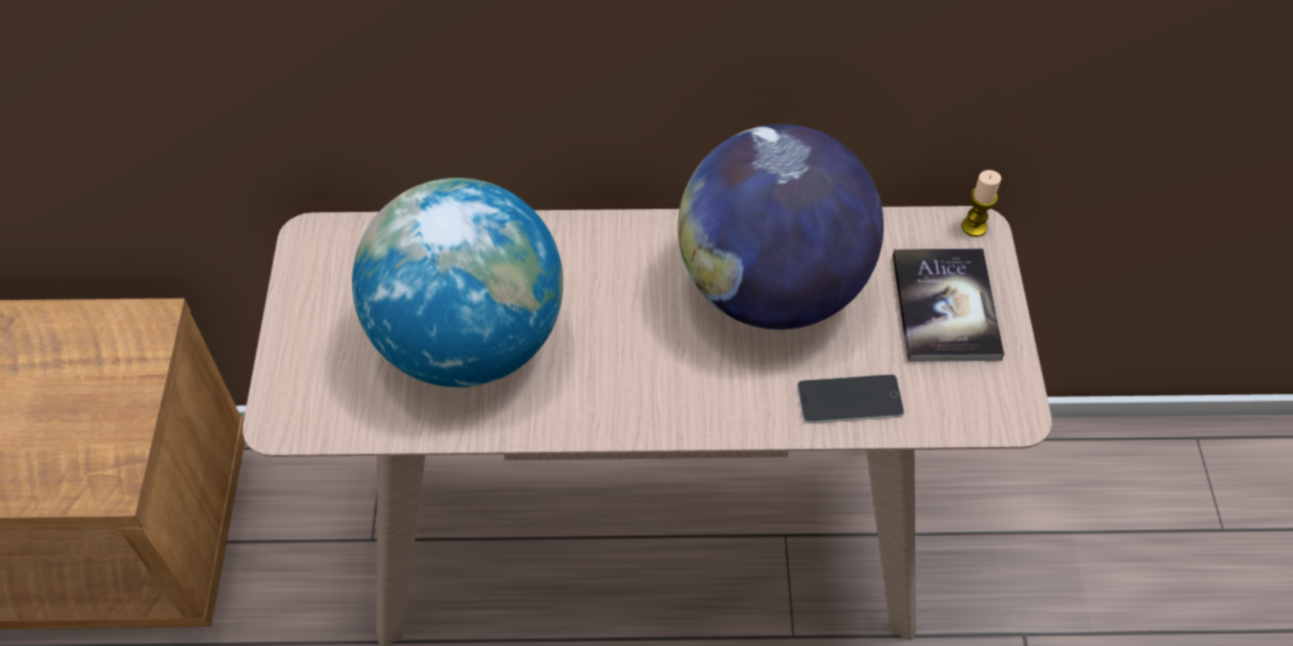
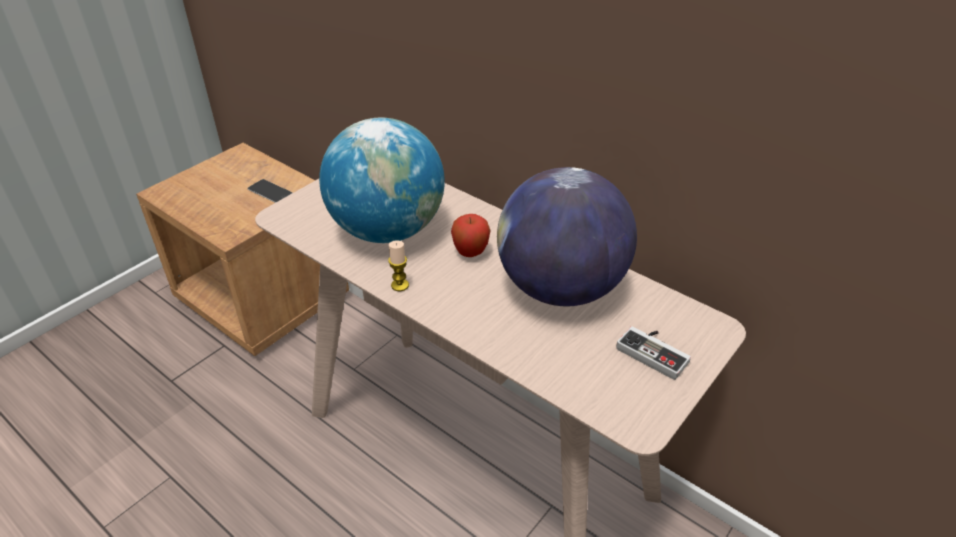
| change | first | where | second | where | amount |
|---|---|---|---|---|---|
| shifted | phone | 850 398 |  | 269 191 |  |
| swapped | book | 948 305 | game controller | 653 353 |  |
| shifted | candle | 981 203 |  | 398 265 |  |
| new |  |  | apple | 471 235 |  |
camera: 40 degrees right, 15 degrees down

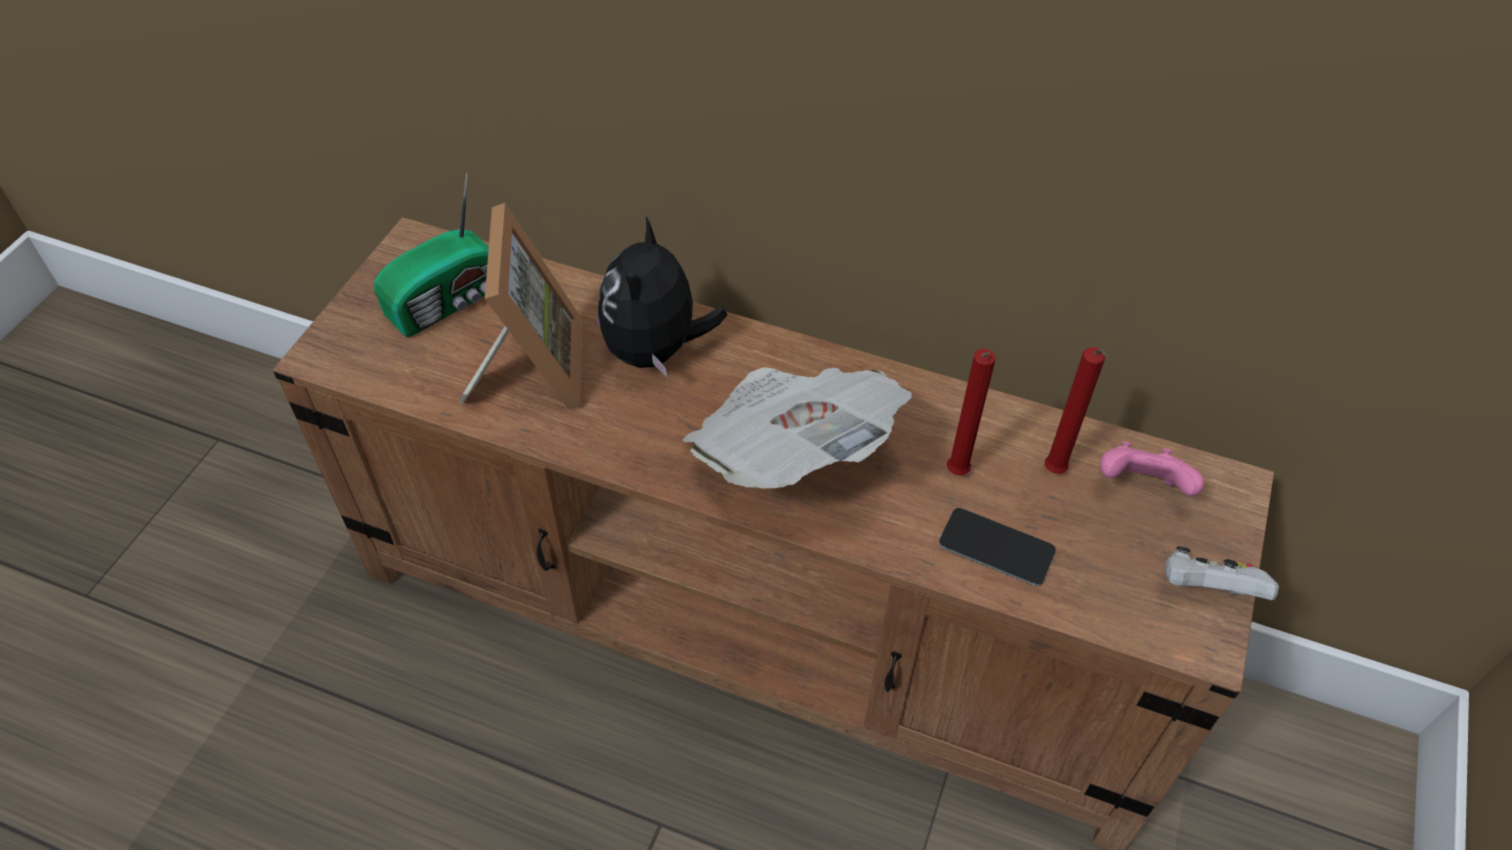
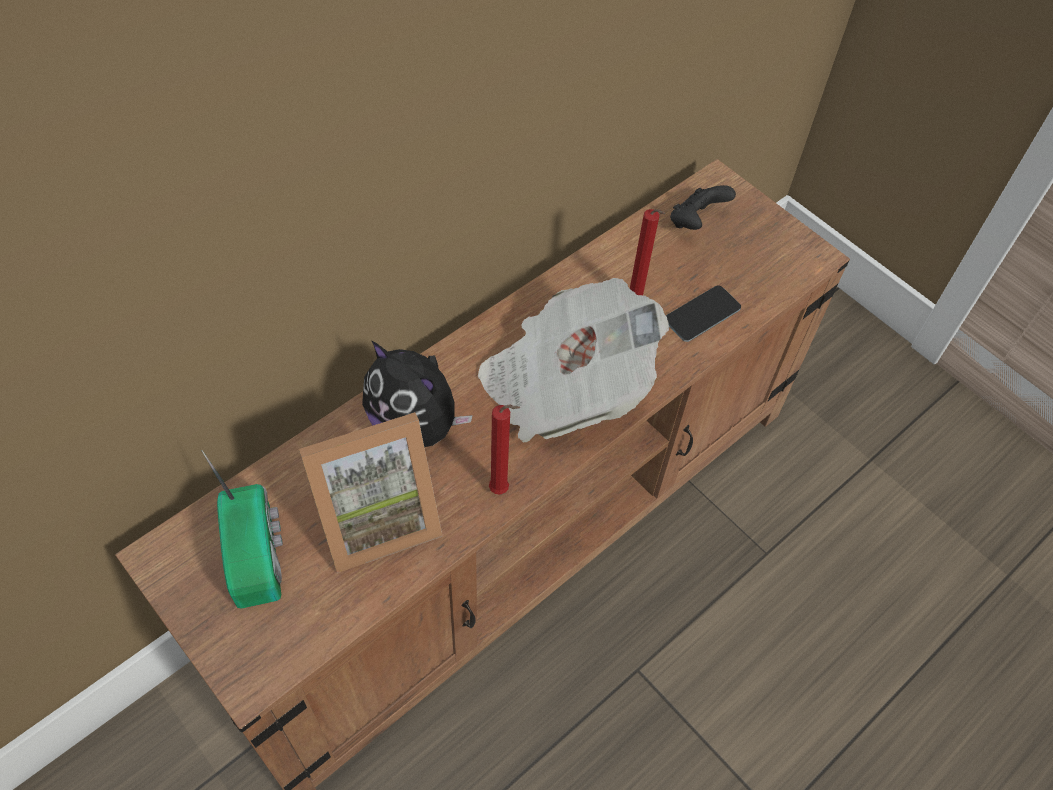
| change | first | where | second | where | amount |
|---|---|---|---|---|---|
| rotated | picture frame | 520 306 |  | 370 492 | 135 degrees clockwise |
| shifted | red candle | 1076 410 |  | 504 449 |  |
| repainted | pink game controller | 1152 468 | black game controller | 703 207 |  |
| gone | white game controller | 1222 573 |  |  |  |
camera: 65 degrees left, 5 degrees up

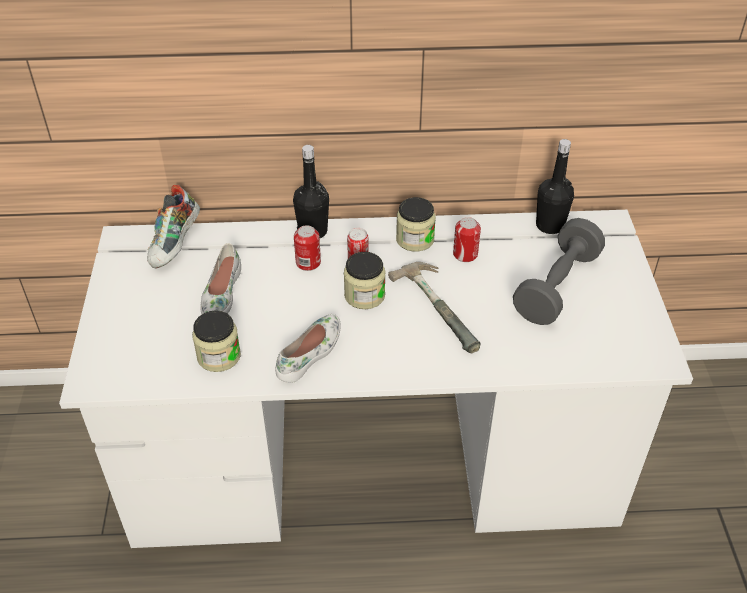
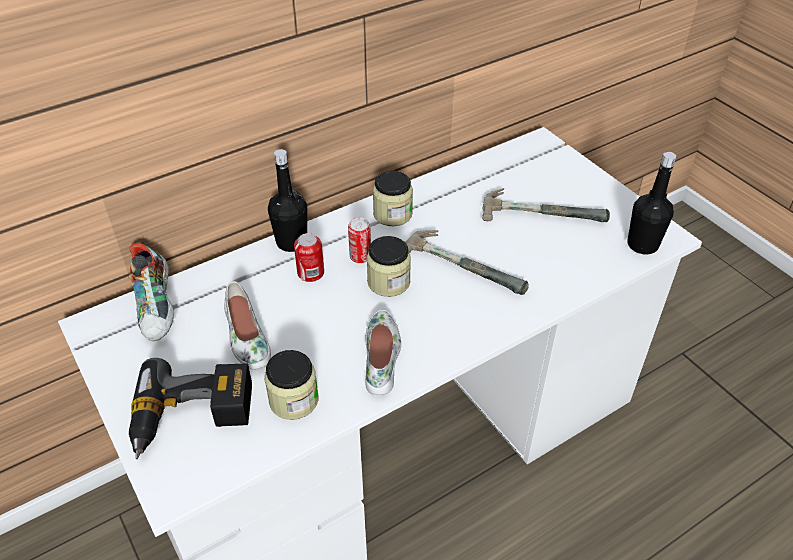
| change | first | where | second | where | amount |
|---|---|---|---|---|---|
| gone | can | 467 239 |  |  |  |
| swapped | grey dumbbell | 559 271 | hammer | 546 205 |  |
| shifted | black bottle | 555 186 |  | 651 203 |  |
| new |  |  | power drill | 190 408 |  |
camera: 30 degrees left, 0 degrees up

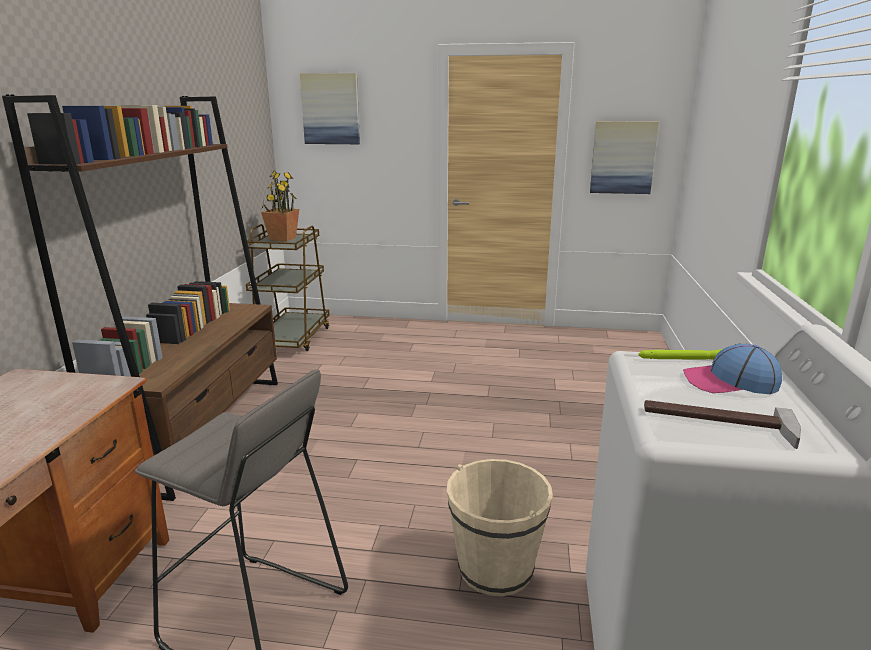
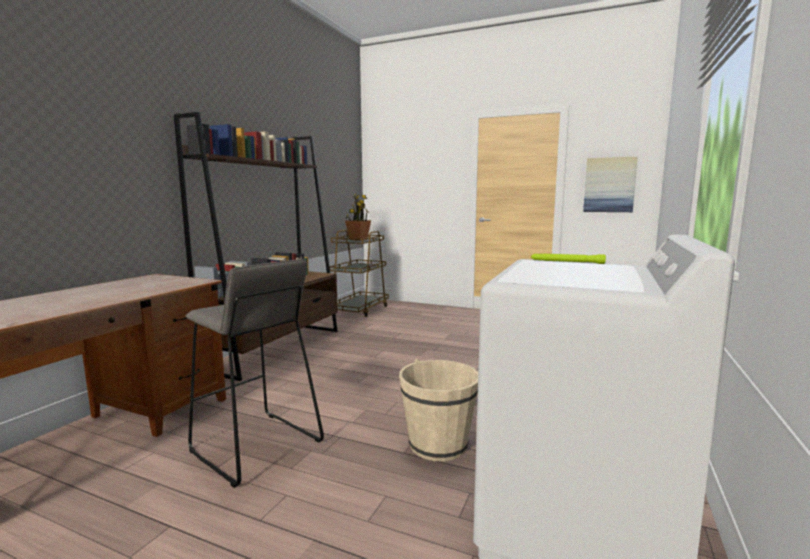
| change | first | where | second | where | amount |
|---|---|---|---|---|---|
| gone | picture | 330 108 |  |  |  |
| gone | hammer | 722 424 |  |  |  |
| gone | cap | 732 368 |  |  |  |
camera: 15 degrees right, 10 degrees down

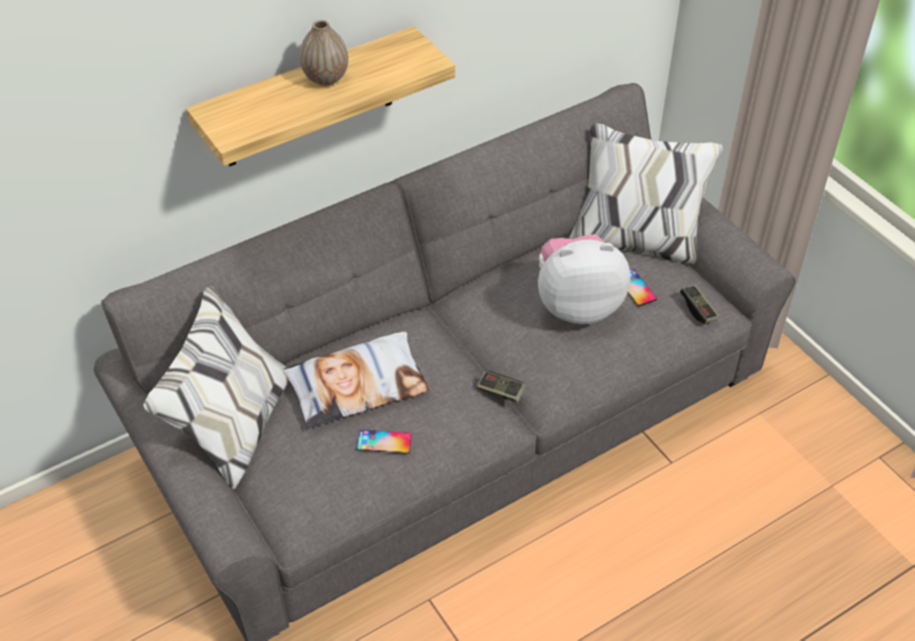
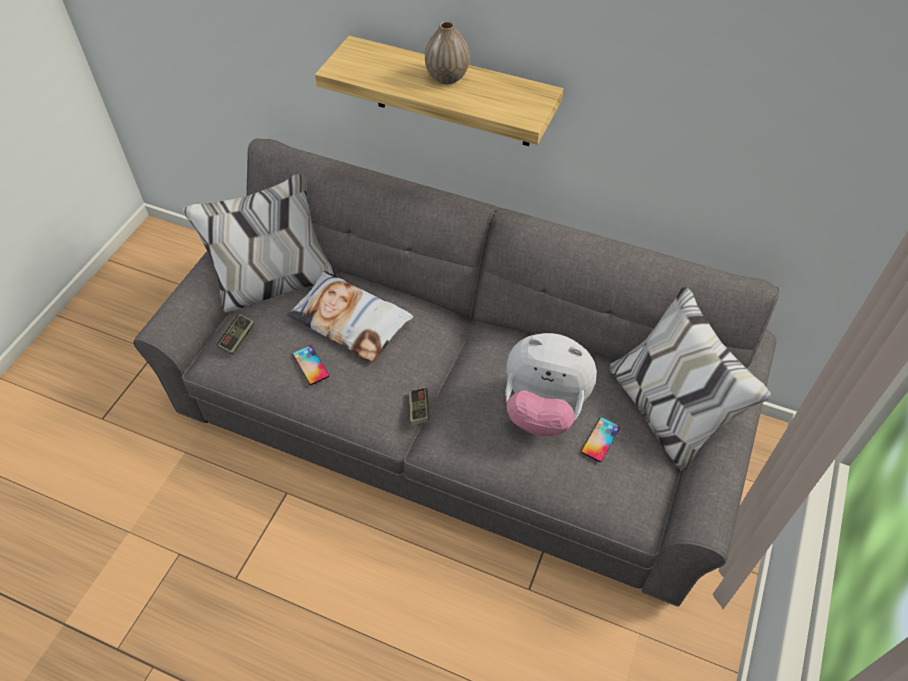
| change | first | where | second | where | amount |
|---|---|---|---|---|---|
| rotated | plush toy | 584 279 |  | 551 384 | 150 degrees clockwise |
| shifted | game controller | 700 304 |  | 235 334 |  |
camera: 55 degrees right, 5 degrees up

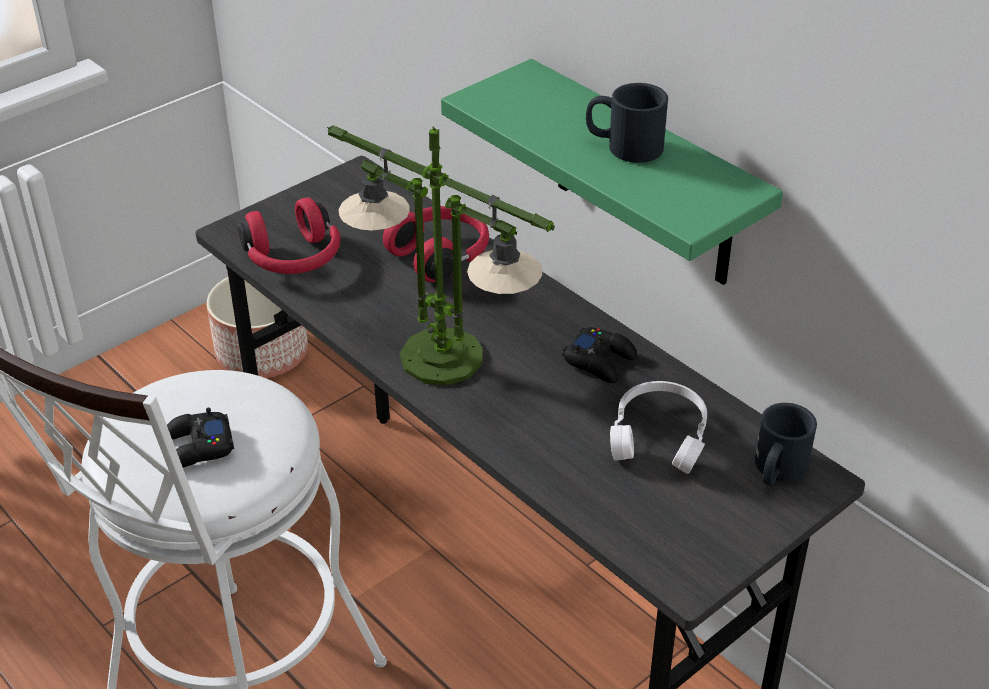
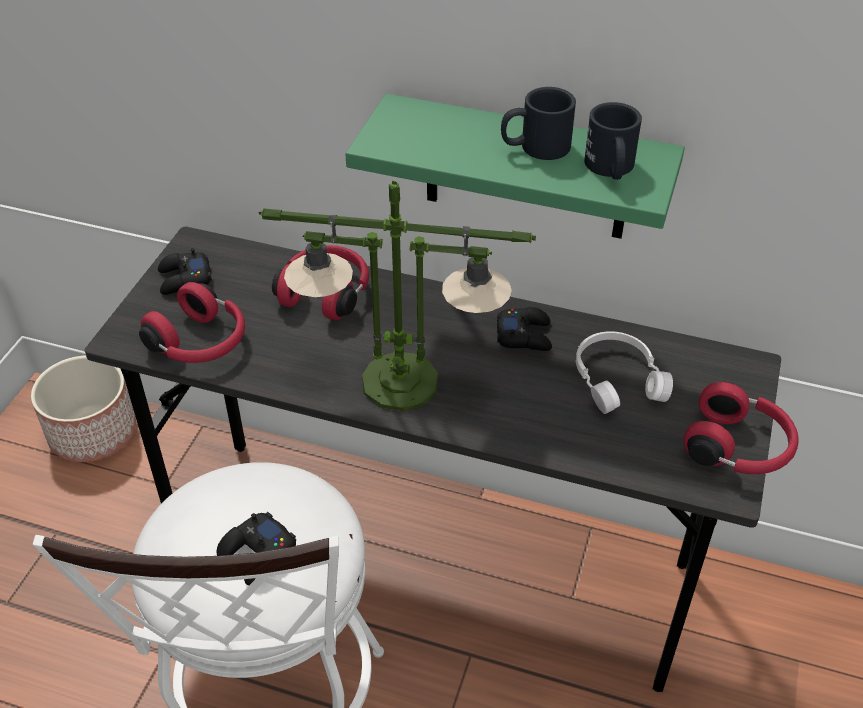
| change | first | where | second | where | amount |
|---|---|---|---|---|---|
| shifted | black mug | 786 444 |  | 613 141 |  |
| new |  |  | black game controller | 185 271 |  |
| new |  |  | red headphones | 740 428 |  |
camera: 30 degrees left, 5 degrees up

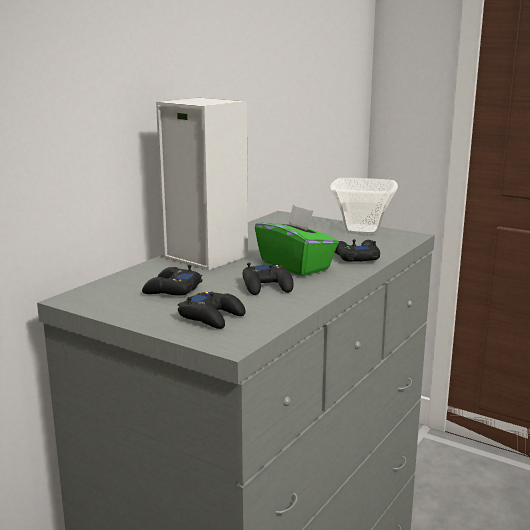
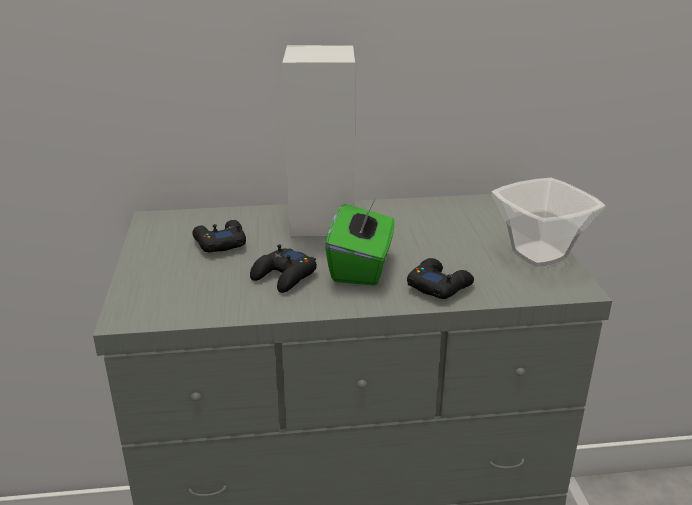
| change | first | where | second | where | amount |
|---|---|---|---|---|---|
| gone | black game controller | 212 310 |  |  |  |
camera: 50 degrees right, 10 degrees up

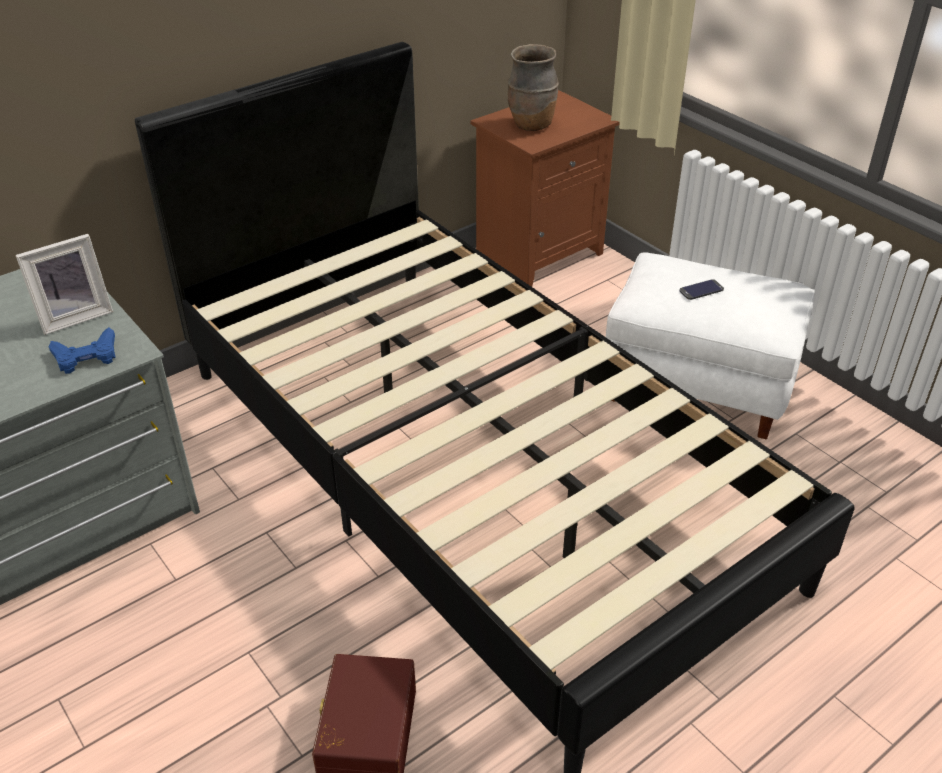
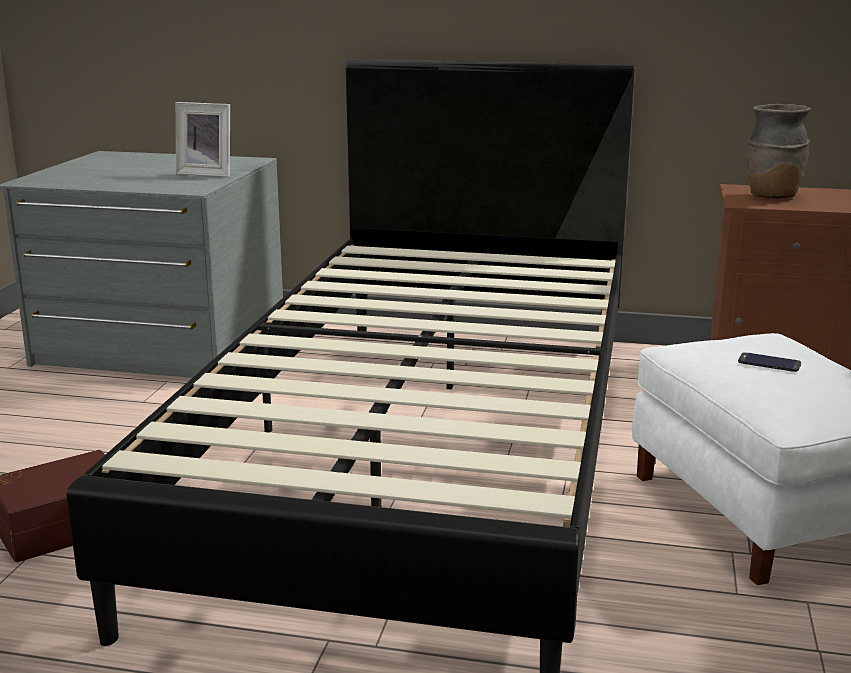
| change | first | where | second | where | amount |
|---|---|---|---|---|---|
| gone | blue game controller | 82 350 |  |  |  |
camera: 50 degrees right, 20 degrees down

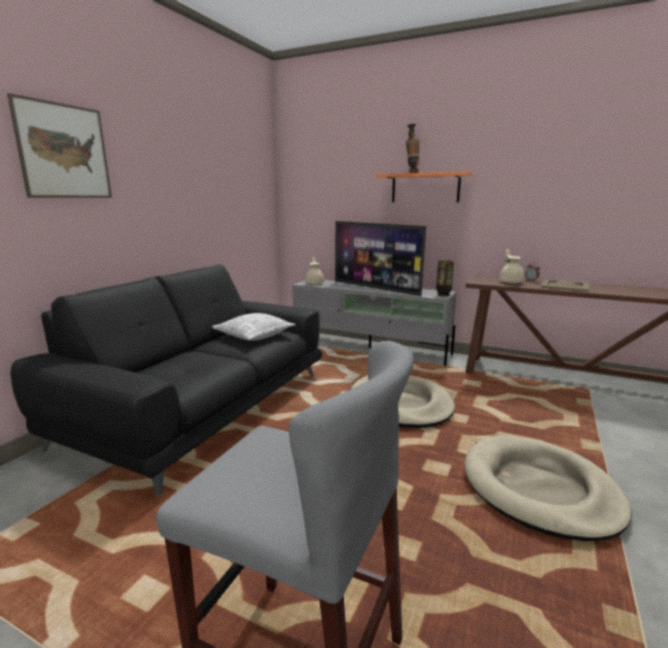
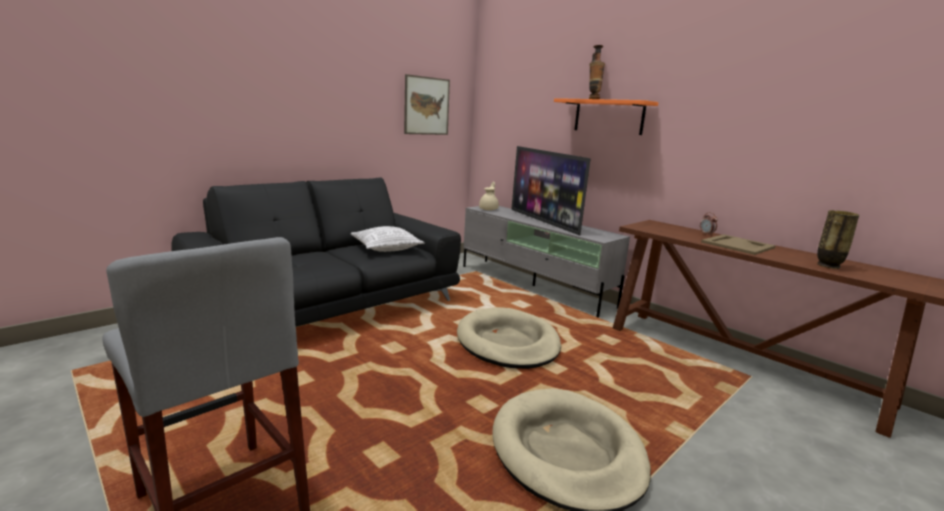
| change | first | where | second | where | amount |
|---|---|---|---|---|---|
| shifted | picture | 59 145 |  | 427 104 |  |
| shifted | vase | 445 278 |  | 838 239 |  |
| gone | beige teapot | 512 266 |  |  |  |
camera: 20 degrees right, 0 degrees up

